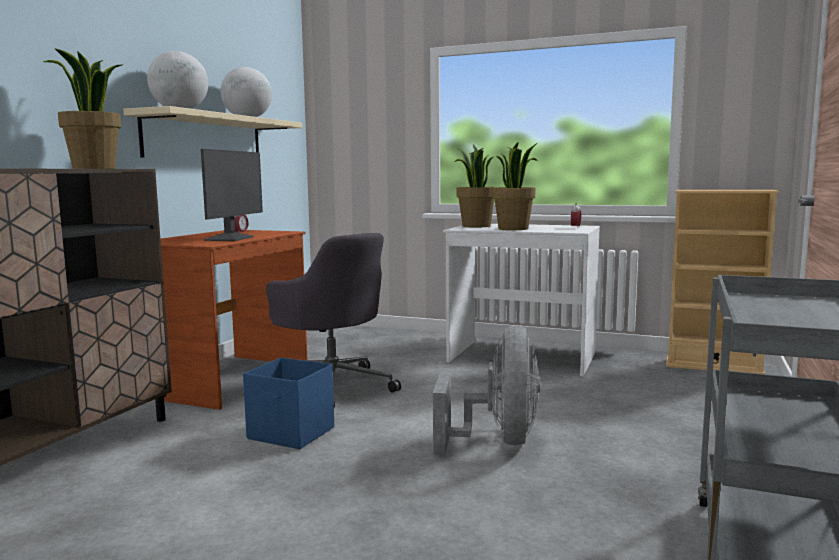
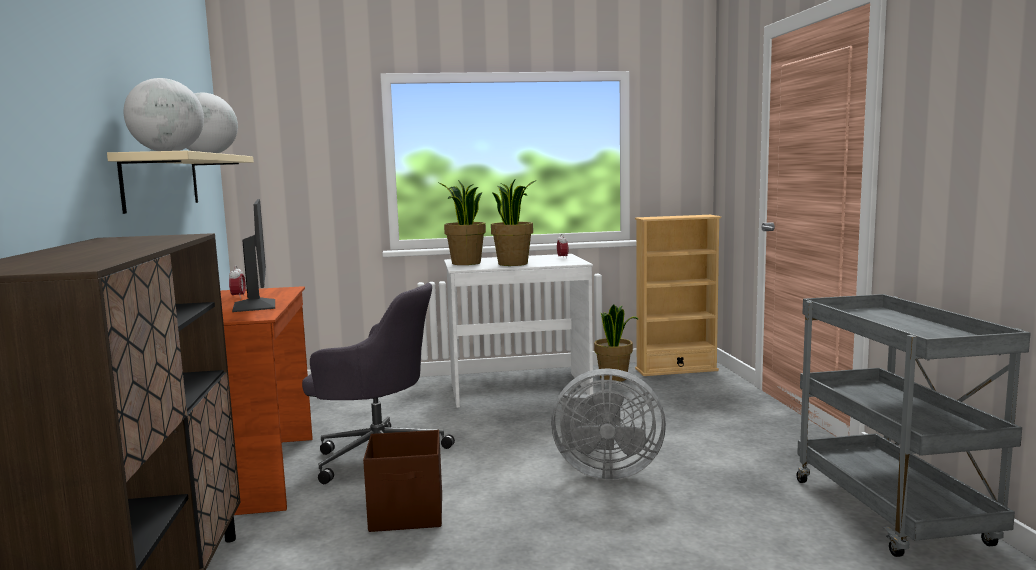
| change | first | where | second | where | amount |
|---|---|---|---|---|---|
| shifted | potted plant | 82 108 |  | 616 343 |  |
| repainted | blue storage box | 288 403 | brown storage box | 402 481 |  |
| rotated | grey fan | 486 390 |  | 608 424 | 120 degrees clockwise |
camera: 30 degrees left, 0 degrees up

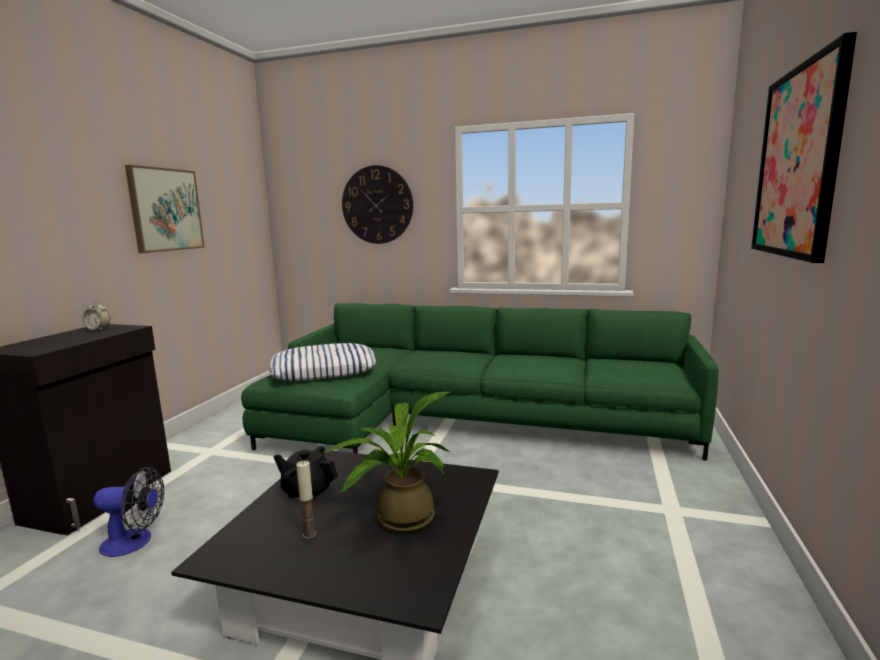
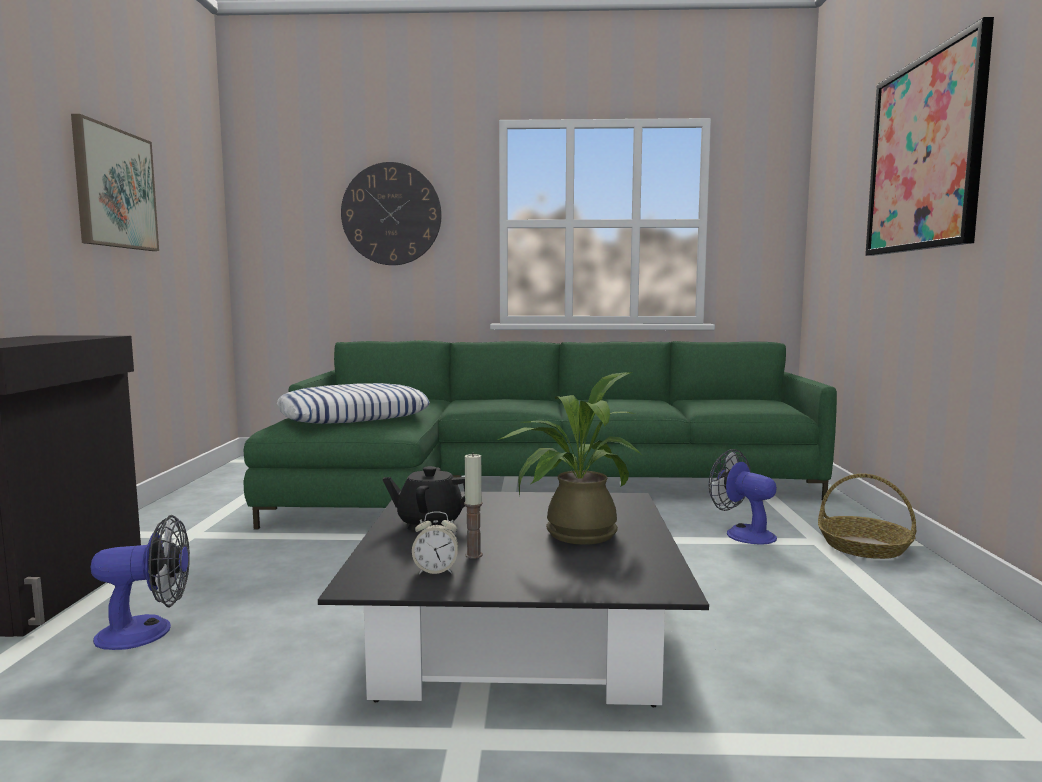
| change | first | where | second | where | amount |
|---|---|---|---|---|---|
| shifted | alarm clock | 96 316 |  | 435 542 |  |
| new |  |  | fan | 743 497 |  |
| new |  |  | basket | 867 516 |  |
camera: 15 degrees left, 5 degrees down

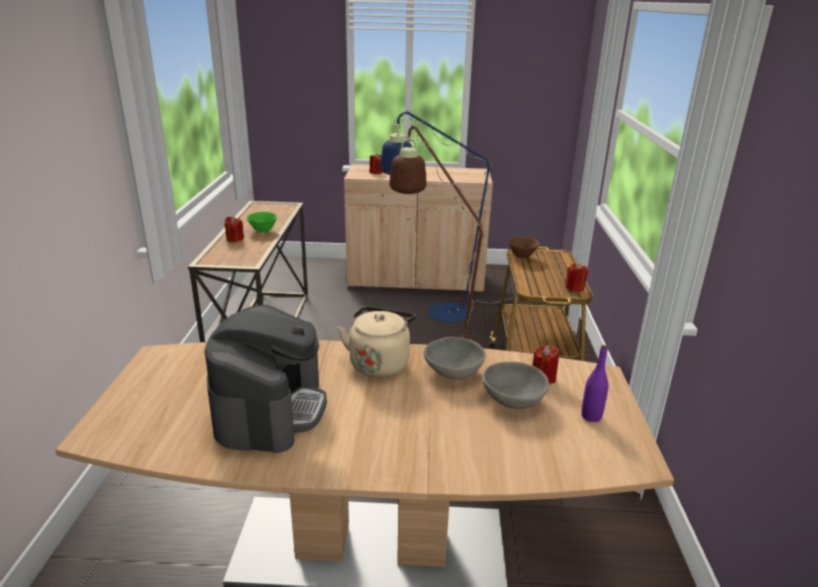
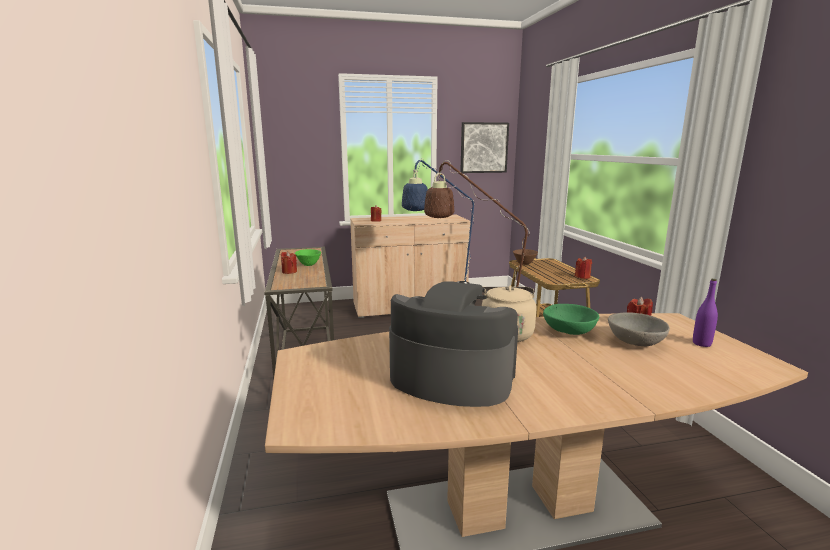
| change | first | where | second | where | amount |
|---|---|---|---|---|---|
| rotated | coffee machine | 266 379 |  | 453 344 | 60 degrees counterclockwise |
| repainted | grey bowl | 455 358 | green bowl | 571 319 |  |
| new |  |  | picture | 484 147 |  |
camera: 15 degrees left, 10 degrees down

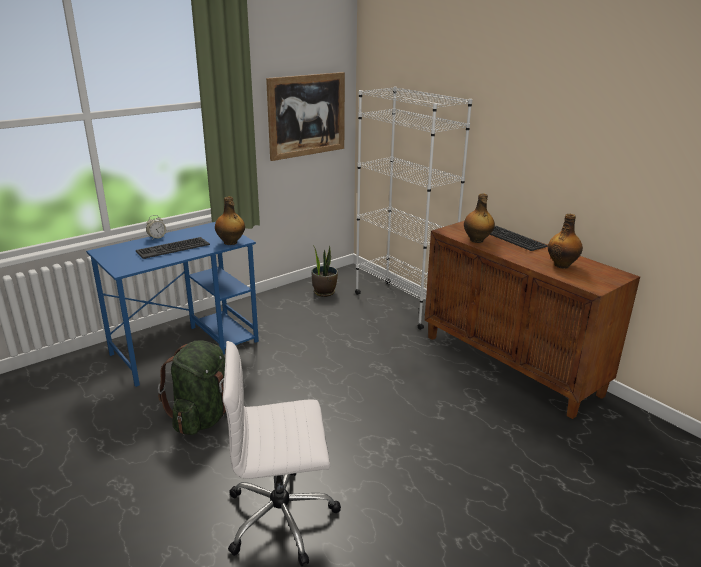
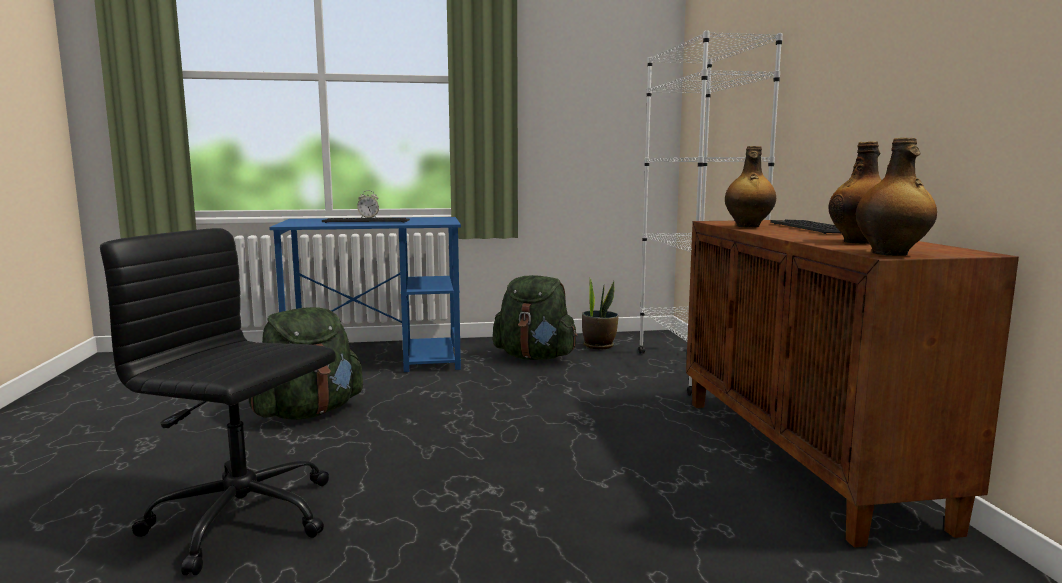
| change | first | where | second | where | amount |
|---|---|---|---|---|---|
| shifted | bottle | 230 220 |  | 896 196 |  |
| repainted | white office chair | 282 453 | black office chair | 218 401 |  |
| gone | picture | 305 116 |  |  |  |
| new |  |  | green backpack | 535 317 |  |
camera: 30 degrees right, 15 degrees down

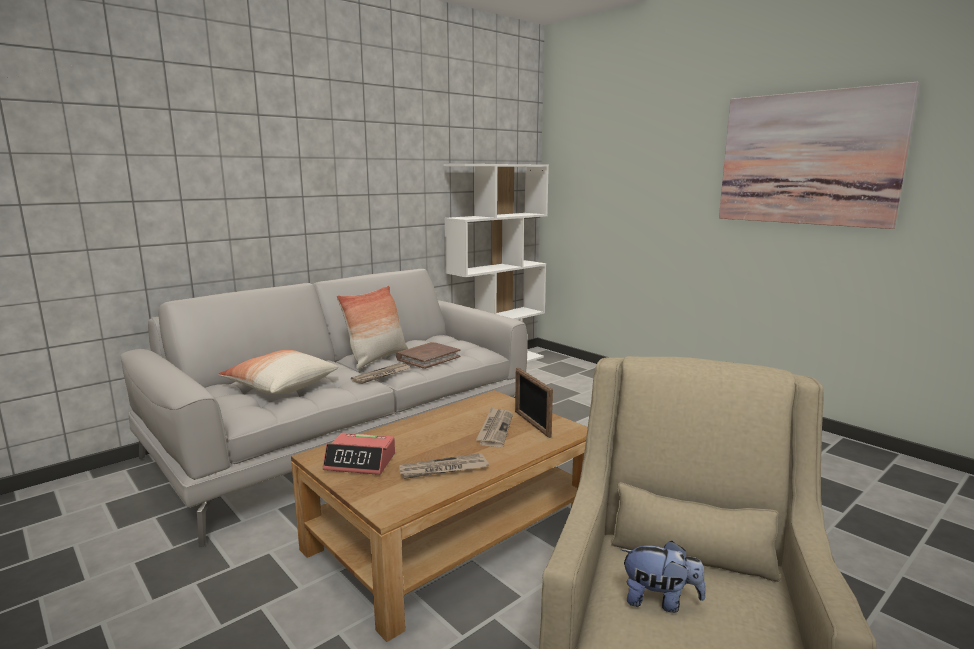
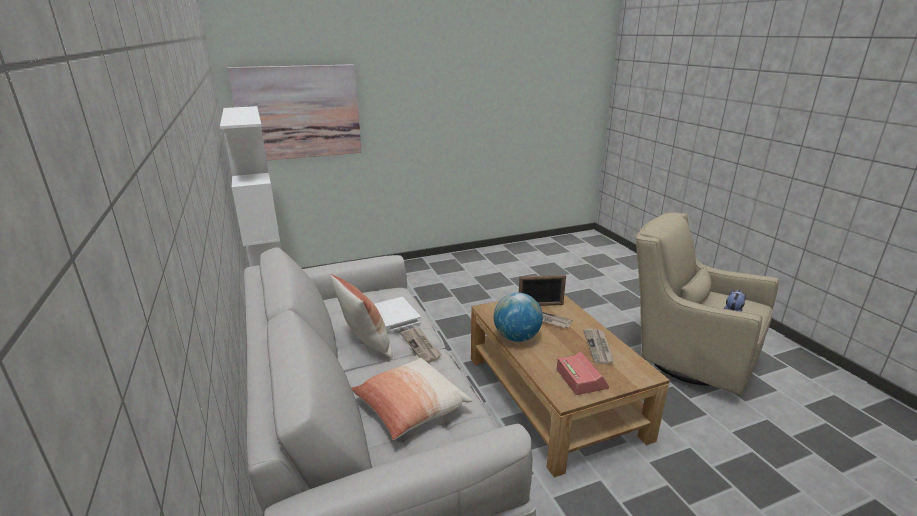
| change | first | where | second | where | amount |
|---|---|---|---|---|---|
| rotated | alarm clock | 359 454 |  | 583 373 | 45 degrees counterclockwise |
| repainted | brown book | 428 355 | white book | 397 315 |  |
| shifted | picture | 819 155 |  | 294 112 |  |
| new |  |  | globe | 518 317 |  |
camera: 70 degrees left, 10 degrees up

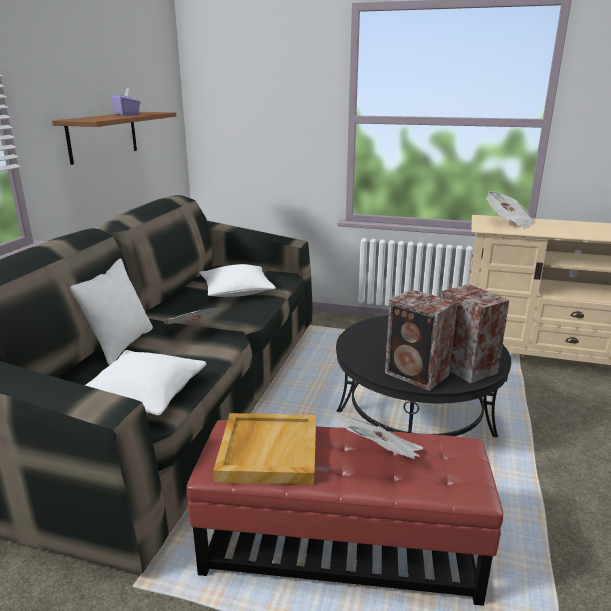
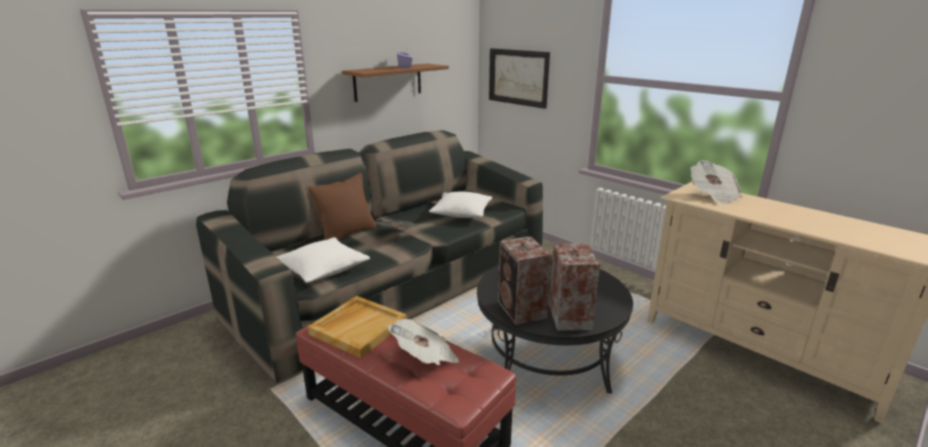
| change | first | where | second | where | amount |
|---|---|---|---|---|---|
| repainted | white pillow | 111 311 | brown pillow | 342 206 |  |
| new |  |  | picture | 519 78 |  |
camera: 30 degrees right, 0 degrees up

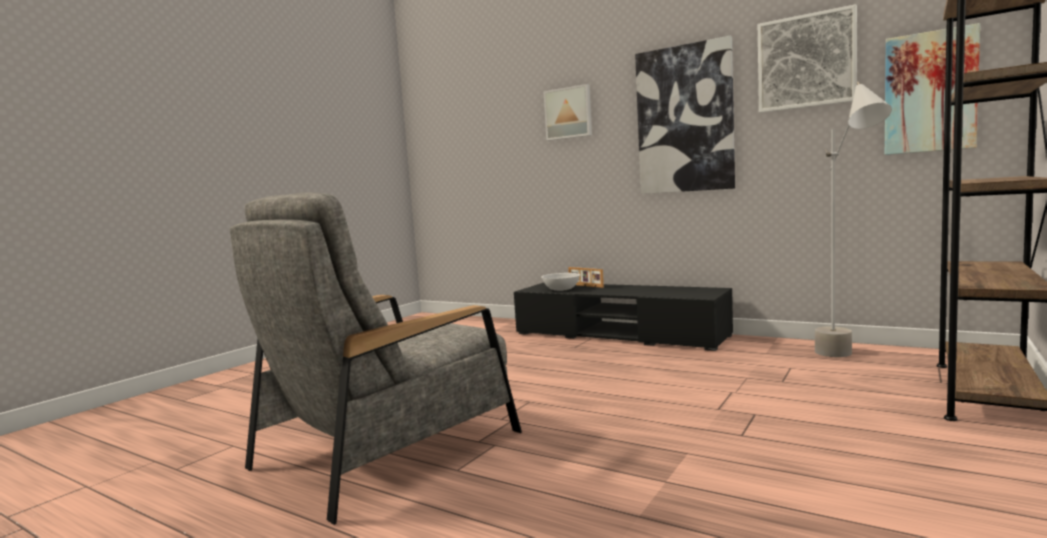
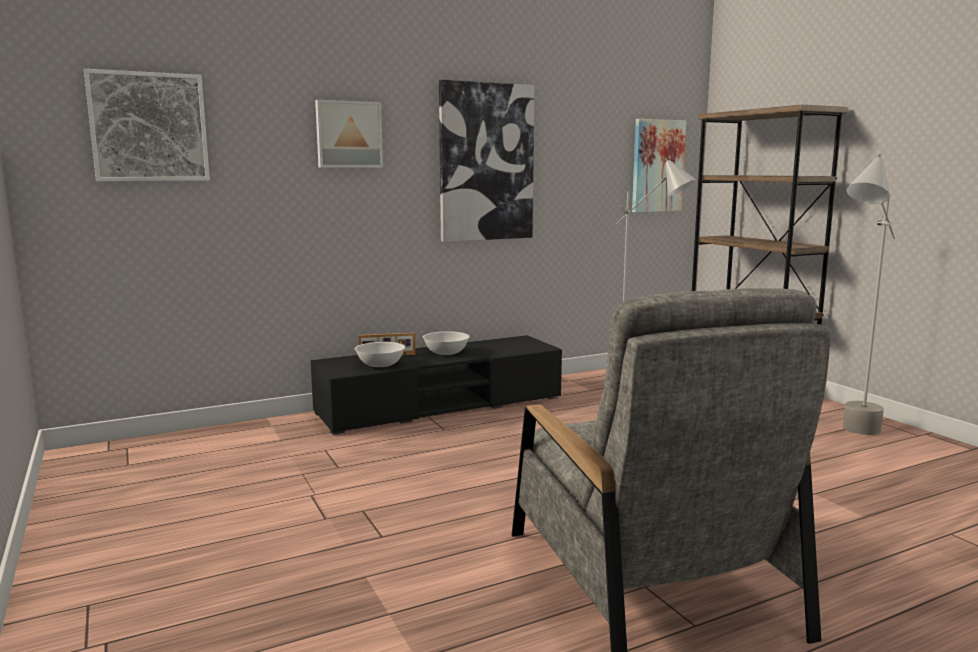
| change | first | where | second | where | amount |
|---|---|---|---|---|---|
| shifted | picture | 807 58 |  | 147 125 |  |
| new |  |  | white bowl | 446 343 |  |
| new |  |  | grey floor lamp | 869 294 |  |
camera: 60 degrees left, 5 degrees up

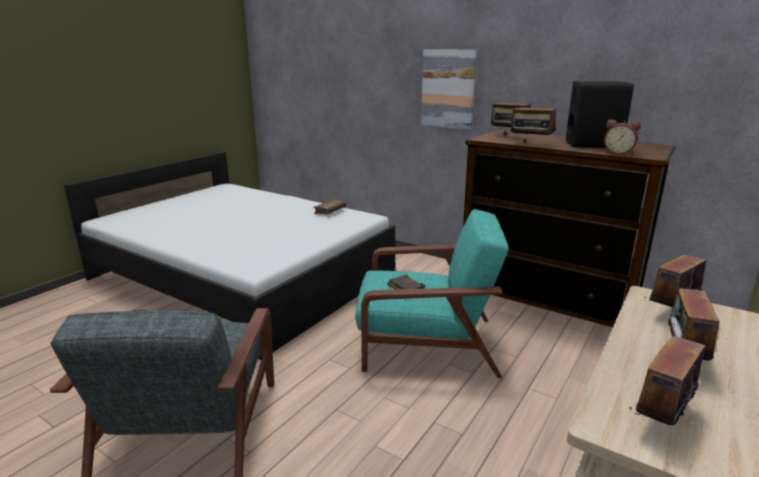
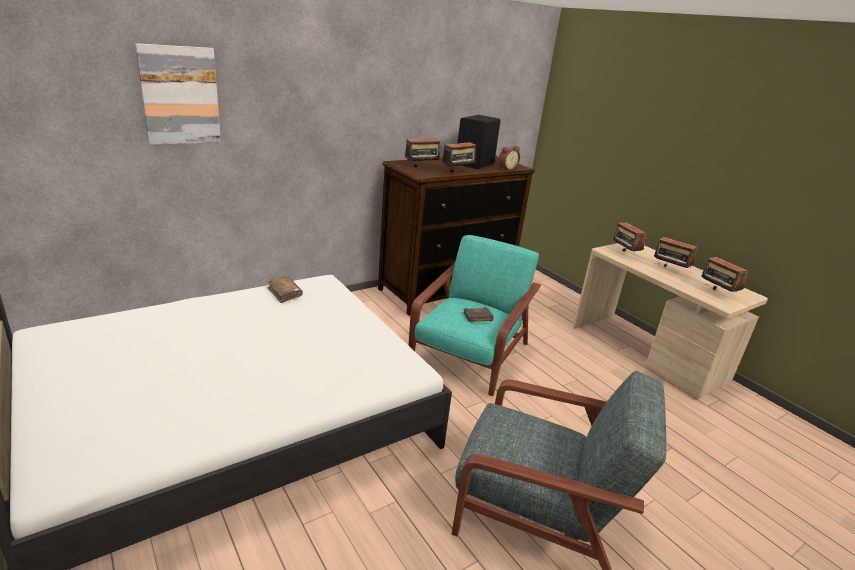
| change | first | where | second | where | amount |
|---|---|---|---|---|---|
| shifted | picture | 449 89 |  | 178 94 |  |
camera: 70 degrees left, 5 degrees up

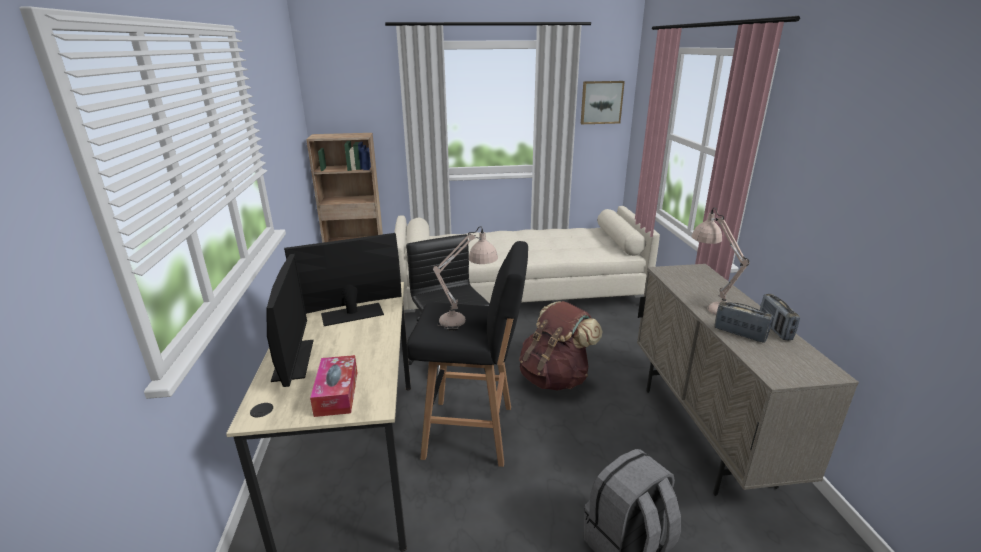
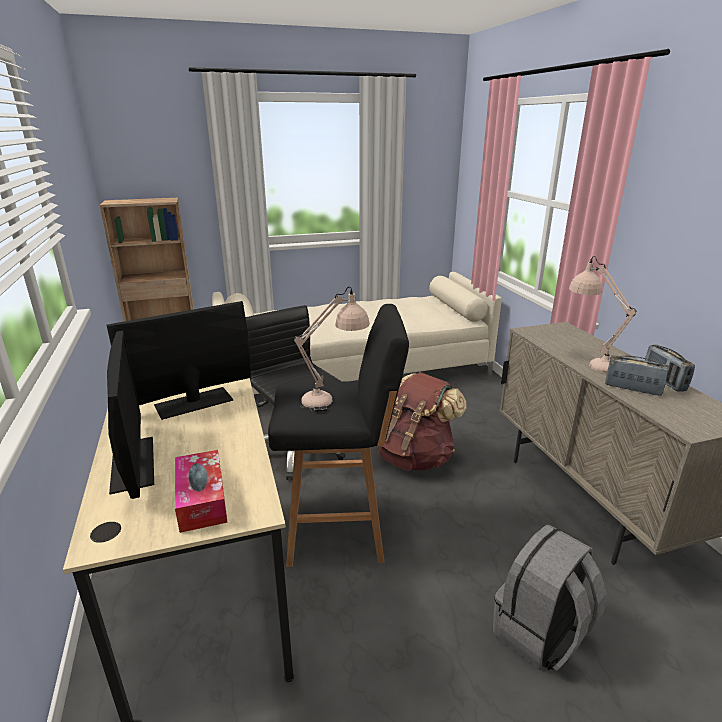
| change | first | where | second | where | amount |
|---|---|---|---|---|---|
| gone | picture | 603 102 |  |  |  |
camera: 10 degrees left, 0 degrees up

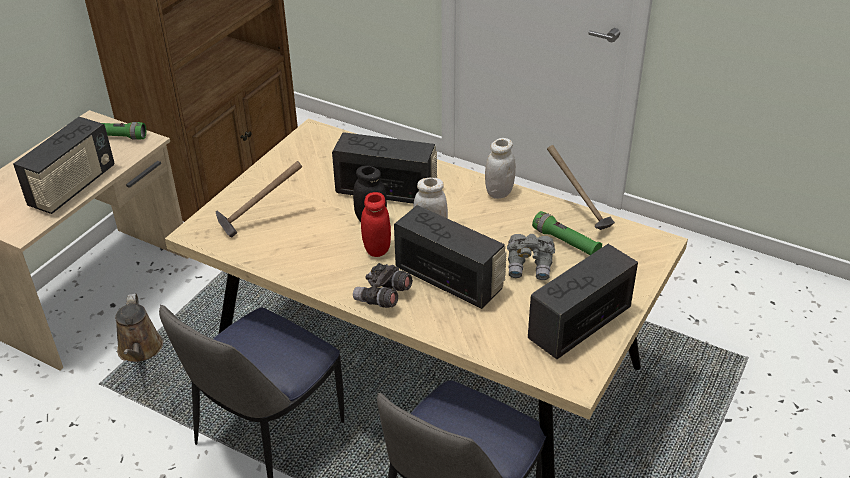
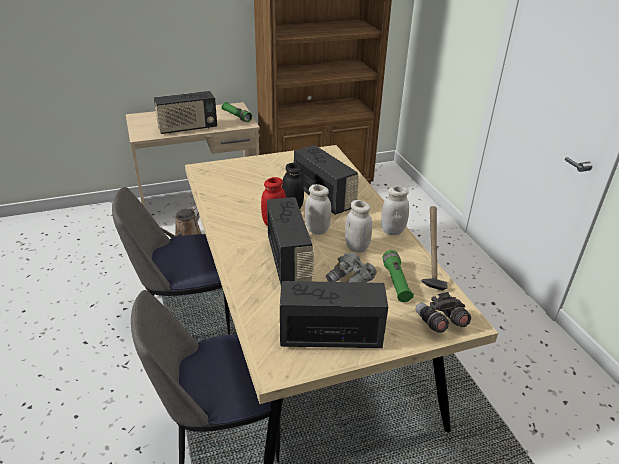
| change | first | where | second | where | amount |
|---|---|---|---|---|---|
| gone | hammer | 258 199 |  |  |  |
| shifted | grey binoculars | 383 285 |  | 443 312 |  |
| new |  |  | white jar | 358 226 |  |
camera: 40 degrees right, 5 degrees down

